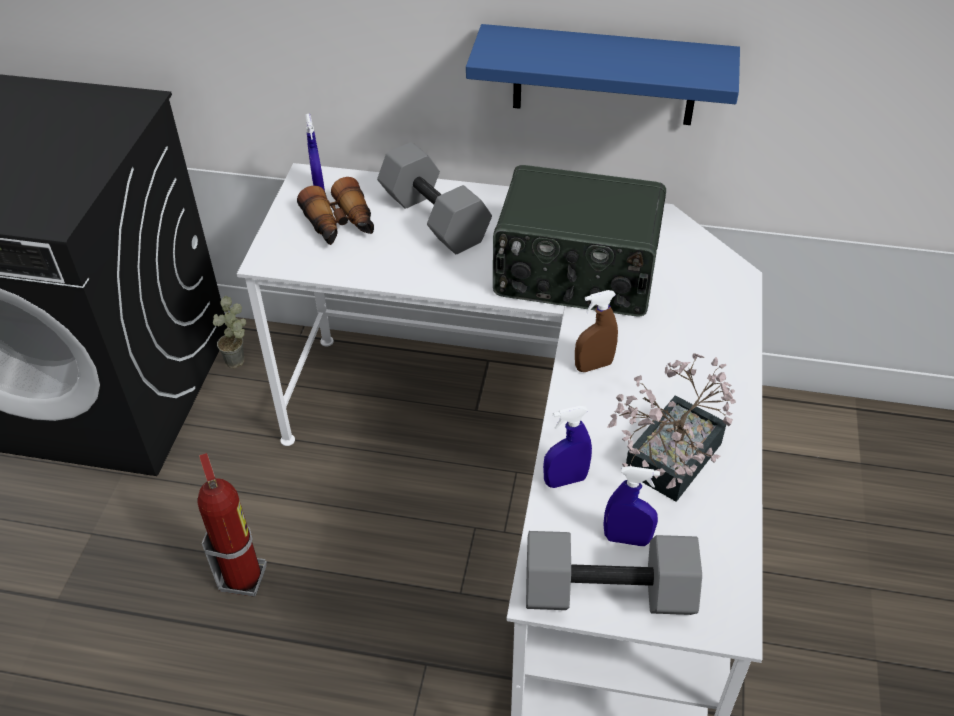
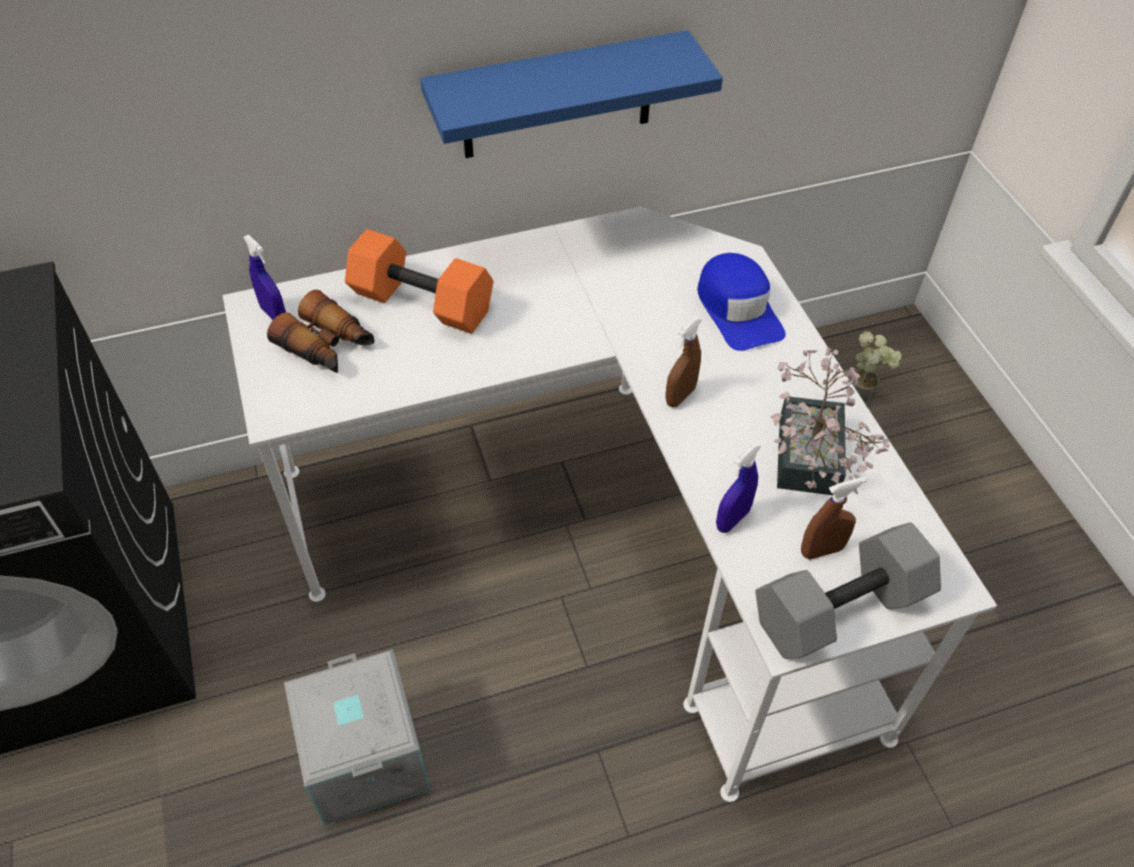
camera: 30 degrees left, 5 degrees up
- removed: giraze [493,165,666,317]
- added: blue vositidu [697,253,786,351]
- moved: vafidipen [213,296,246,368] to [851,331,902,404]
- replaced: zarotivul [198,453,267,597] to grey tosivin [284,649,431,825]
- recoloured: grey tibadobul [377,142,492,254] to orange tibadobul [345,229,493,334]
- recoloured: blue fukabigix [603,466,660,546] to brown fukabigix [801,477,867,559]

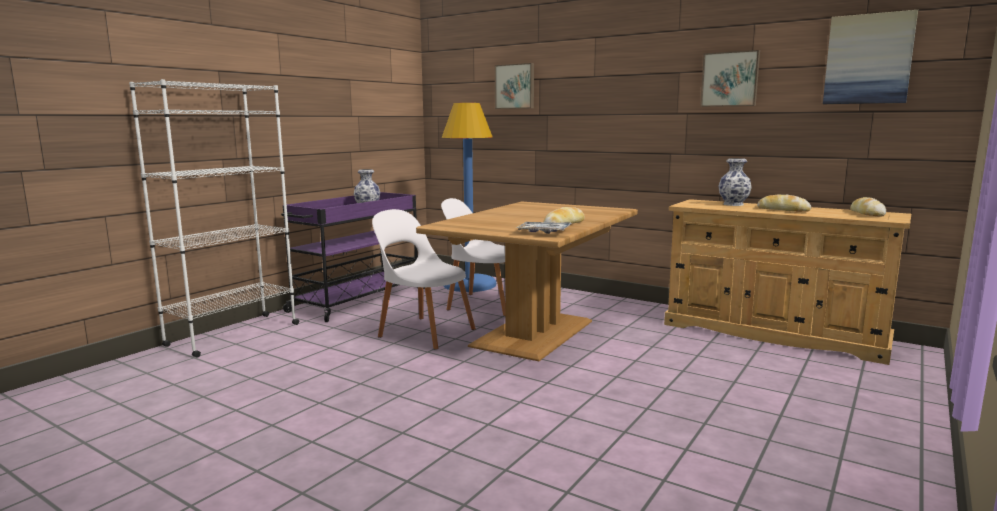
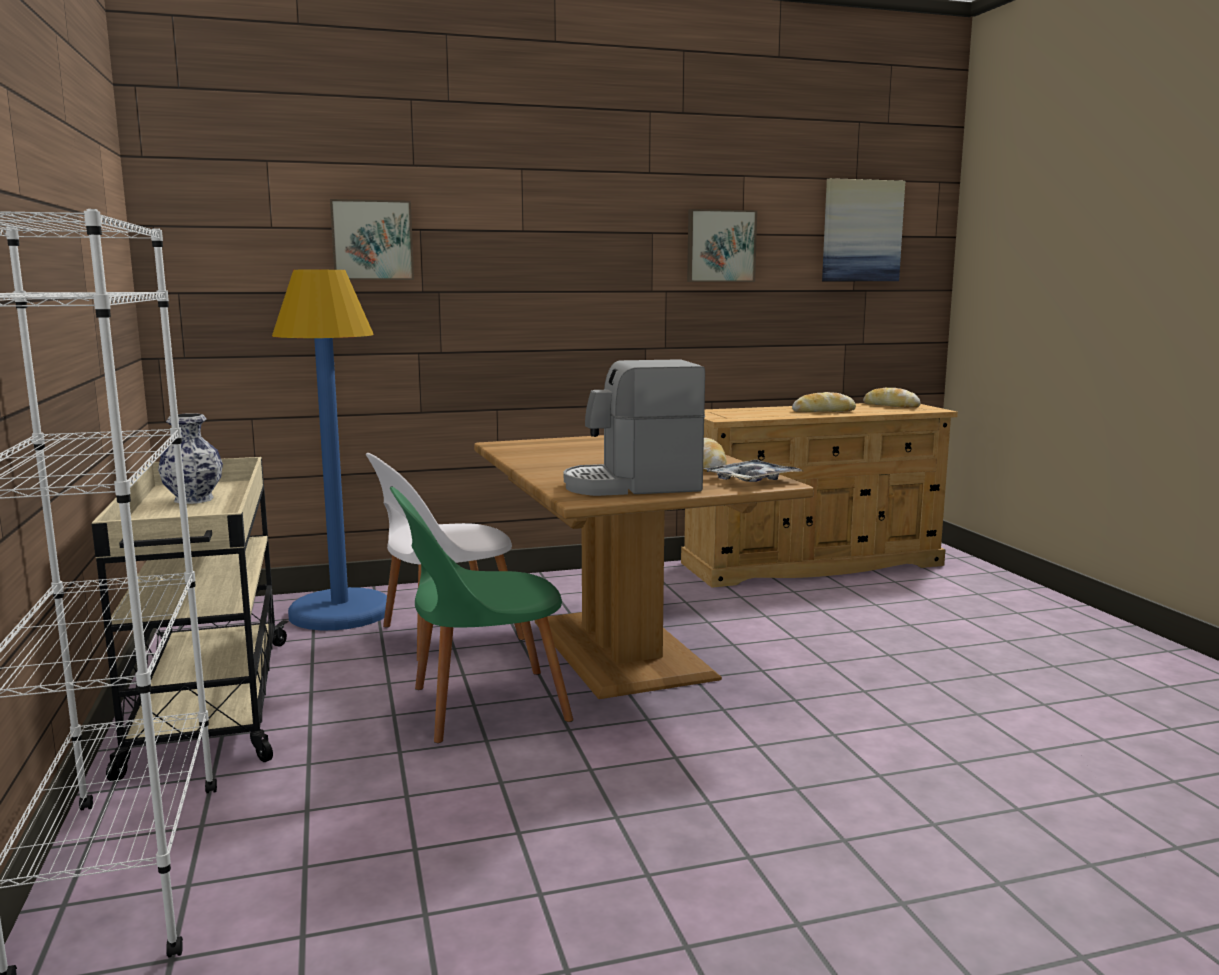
camera: 50 degrees left, 0 degrees up
- removed: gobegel [719,158,752,206]
- added: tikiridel [564,359,705,496]
- recoloured: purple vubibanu [281,192,425,322] to beige vubibanu [92,457,289,782]
- recoloured: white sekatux [372,209,476,350] to green sekatux [390,486,573,743]

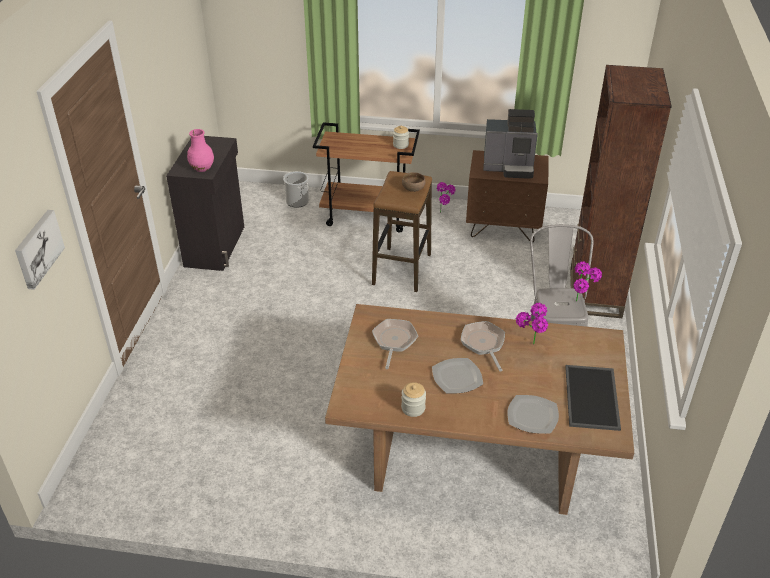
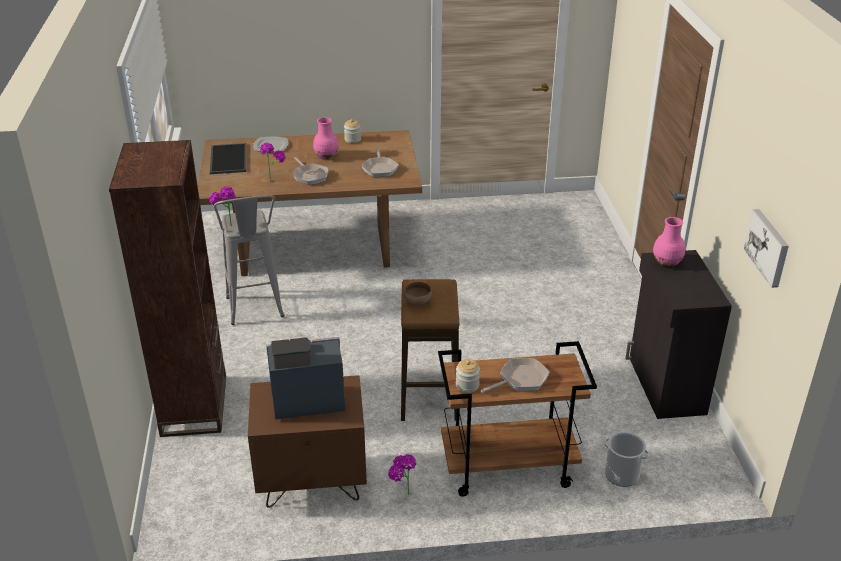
camera: 165 degrees right, 5 degrees down
- added: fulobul [481,358,550,392]
- moved: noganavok [15,210,65,290] to [744,209,789,288]
- replaced: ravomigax [432,358,483,394] to pink gobegel [313,117,339,160]

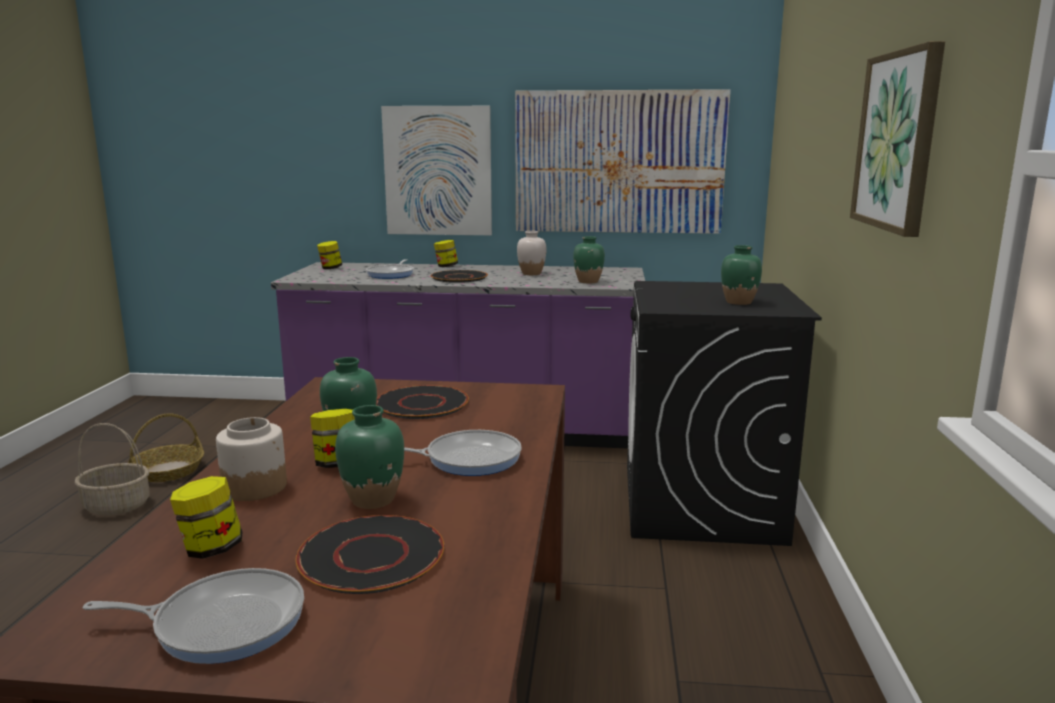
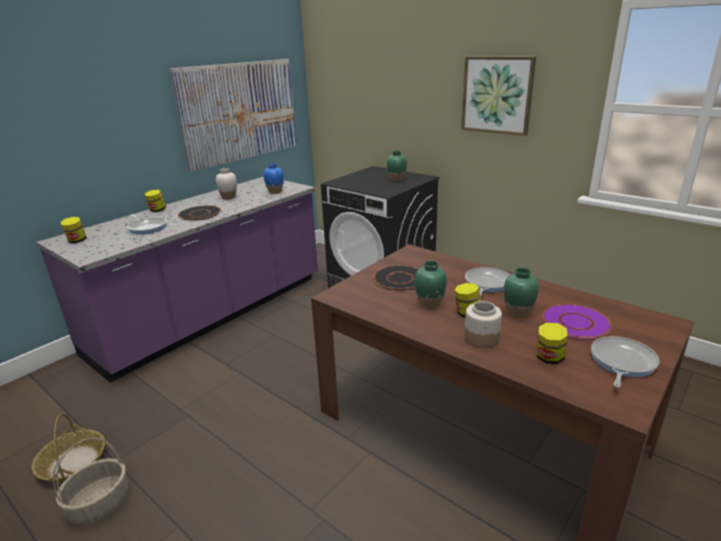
camera: 55 degrees left, 10 degrees up
- removed: noganavok [381,106,492,235]
- recoloured: black ravomigax [295,515,444,594] to purple ravomigax [542,304,612,339]
- recoloured: green gobegel [573,236,605,283] to blue gobegel [263,163,284,194]

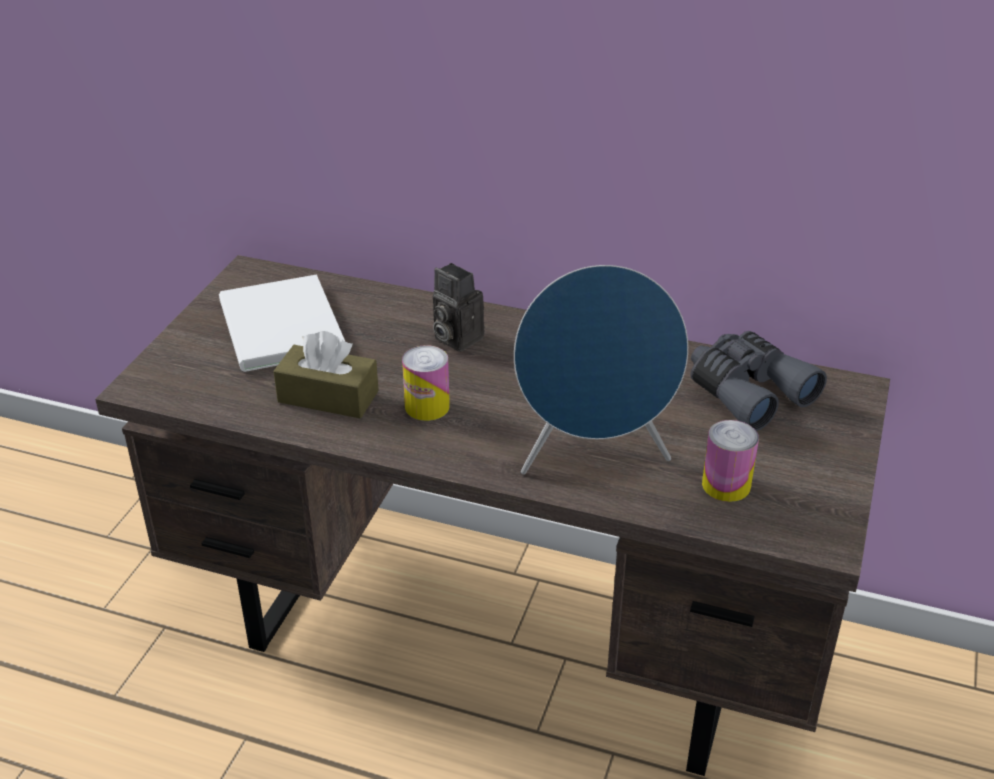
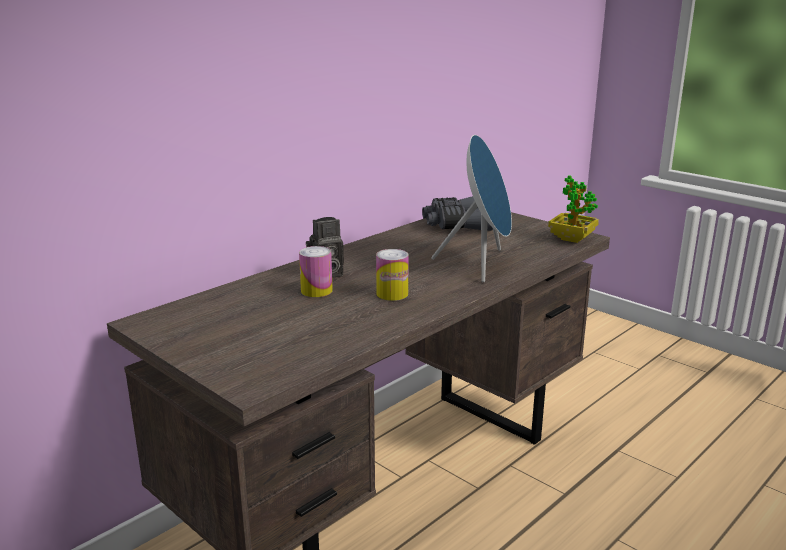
camera: 65 degrees left, 15 degrees down
- removed: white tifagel [219,274,345,372]
- removed: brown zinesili [273,331,379,419]
- added: vafidipen [548,175,599,243]
- moved: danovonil [702,420,759,502] to [299,246,333,297]

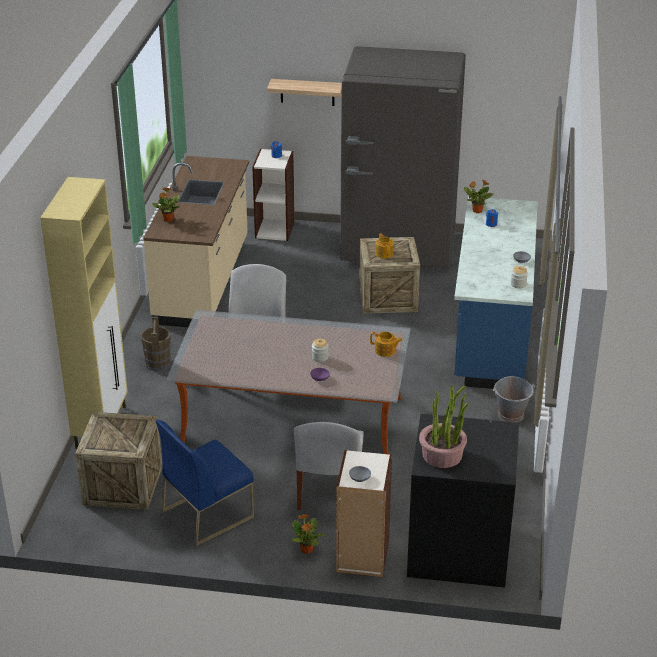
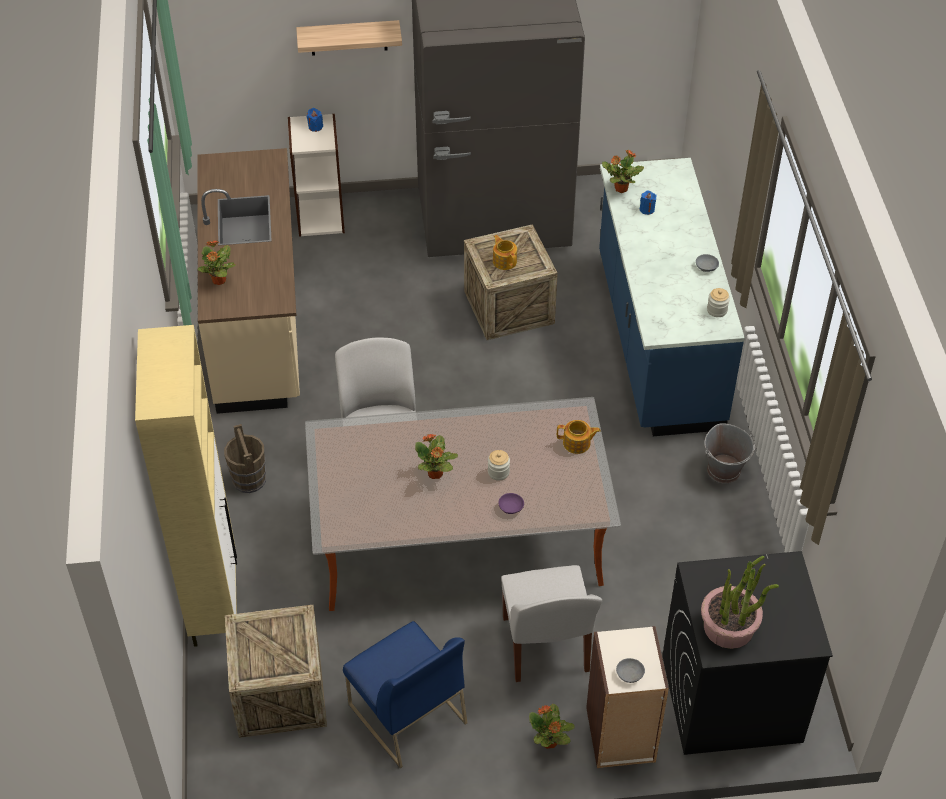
camera: 15 degrees left, 15 degrees up
- added: vafidipen [415,434,458,479]
- turned: blue sekatux [156,420,254,546] = [343,621,467,768] 75 degrees counterclockwise

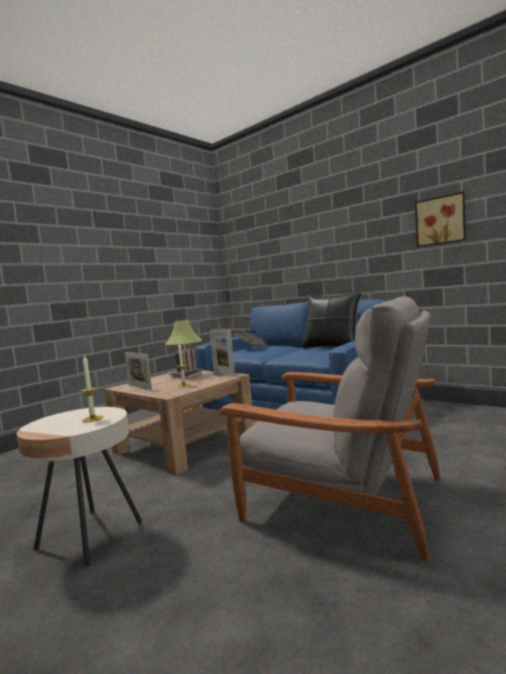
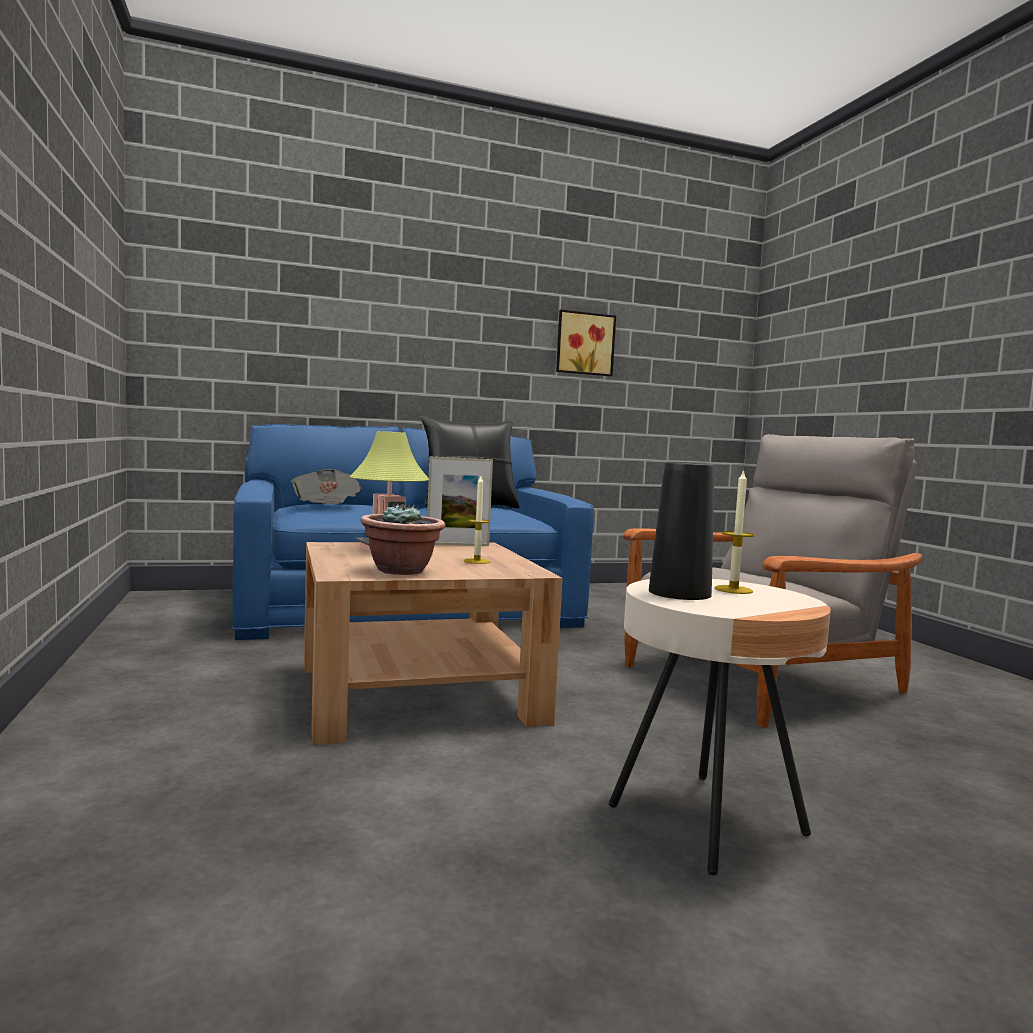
camera: 60 degrees left, 0 degrees up
- added: black gobegel [649,462,714,600]
- replaced: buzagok [125,352,152,391] to vafidipen [360,503,445,575]

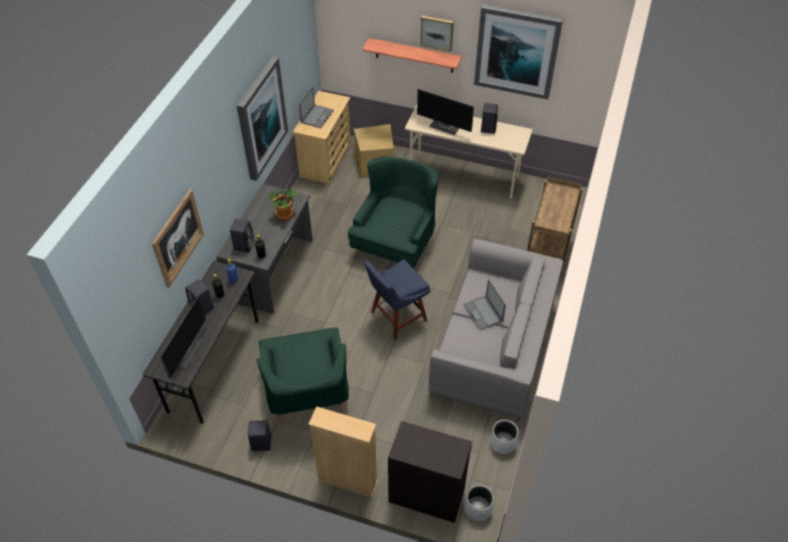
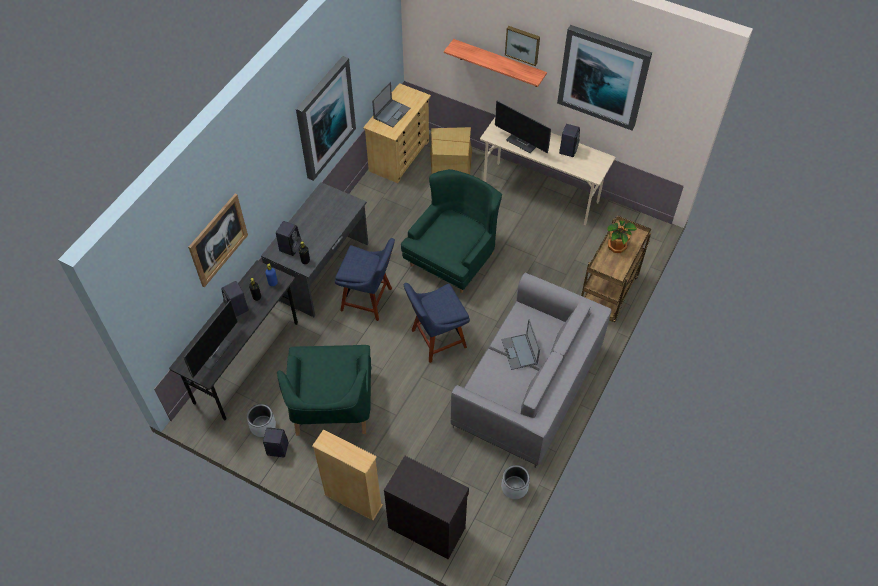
camera: 10 degrees right, 5 degrees up
- added: blue sekatux [335,238,395,321]
- moved: vafidipen [269,188,298,221] to [607,220,637,253]
- moved: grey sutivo [464,484,495,521] to [246,404,276,437]

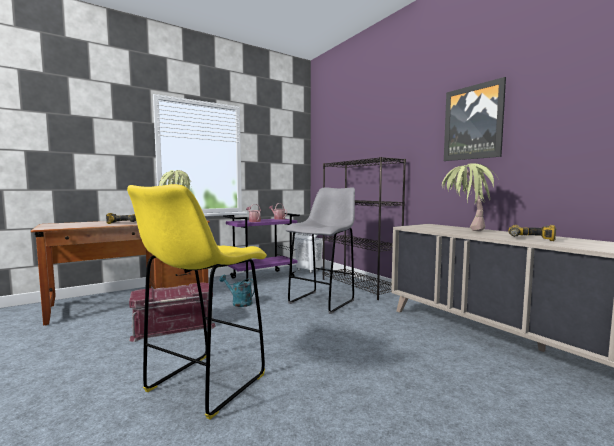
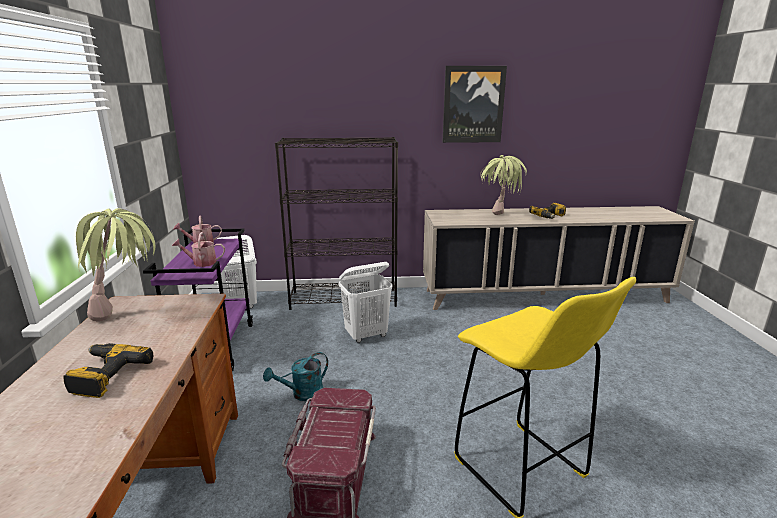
camera: 60 degrees left, 15 degrees up
- replaced: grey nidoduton [286,187,355,314] to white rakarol [339,262,392,343]

